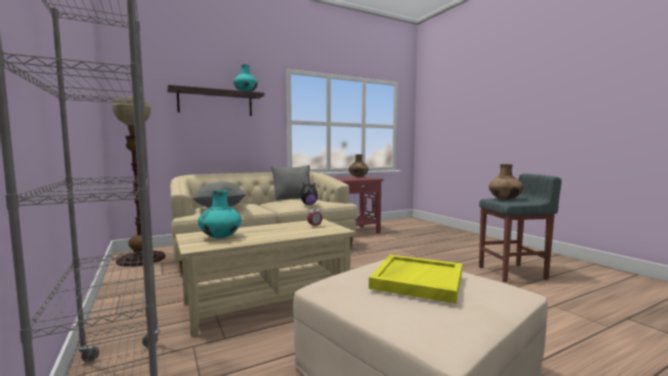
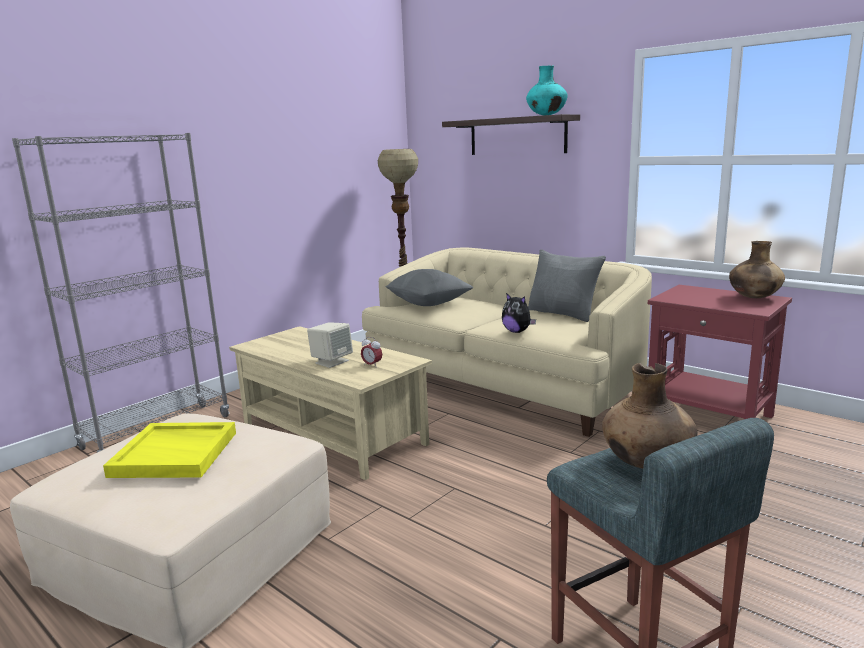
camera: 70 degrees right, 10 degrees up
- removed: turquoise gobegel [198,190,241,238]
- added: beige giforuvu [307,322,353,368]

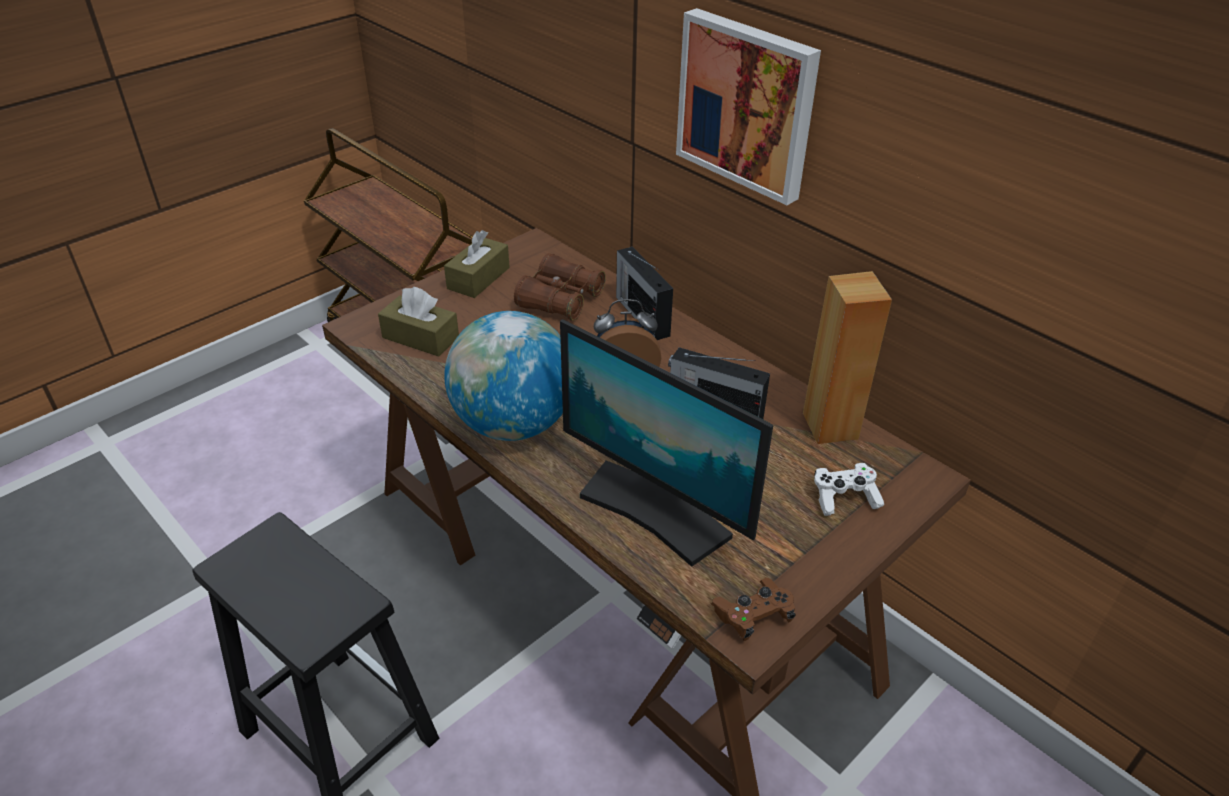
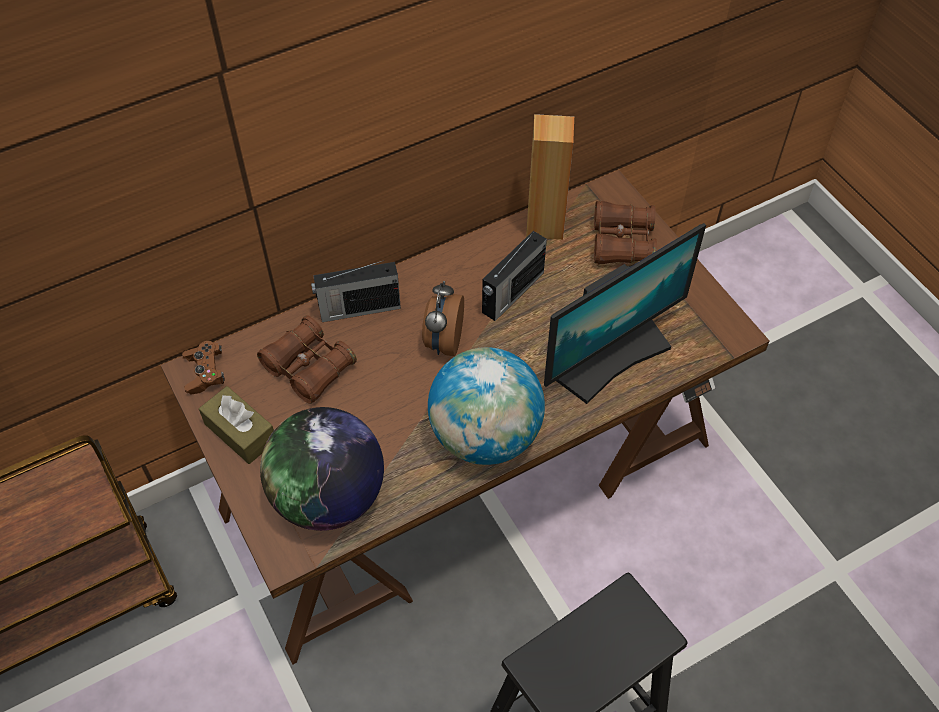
camera: 75 degrees left, 15 degrees up
- removed: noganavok [676,8,821,205]
- moved: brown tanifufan [711,578,796,641] to [182,341,225,394]
- replaced: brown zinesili [378,287,459,357] to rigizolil [260,407,384,531]
- replaced: white tanifufan [814,463,884,516] to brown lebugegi [594,201,657,264]

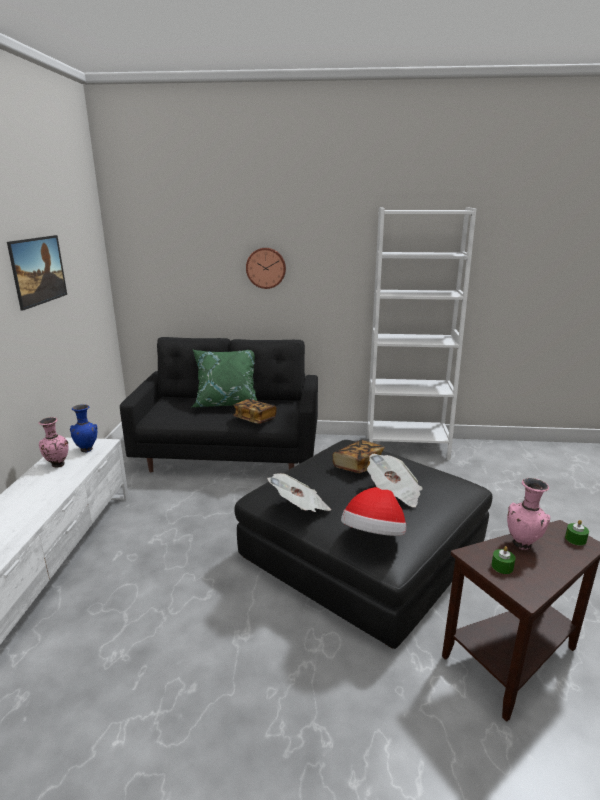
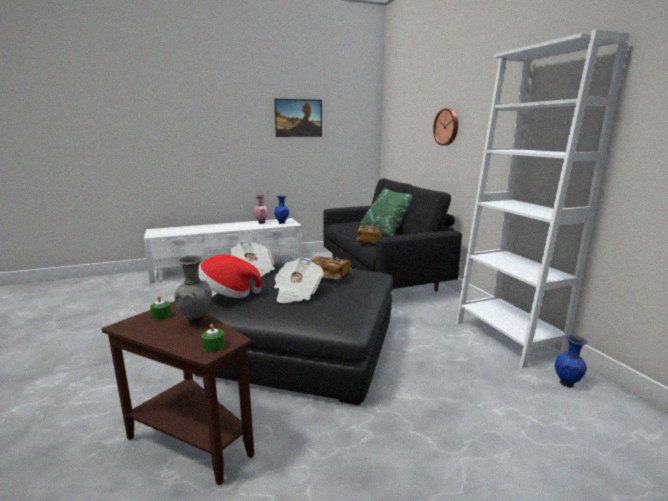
camera: 65 degrees right, 5 degrees down
- added: blue gobegel [555,335,587,388]
- recoloured: pink gobegel [507,478,550,550] to grey gobegel [174,255,212,325]

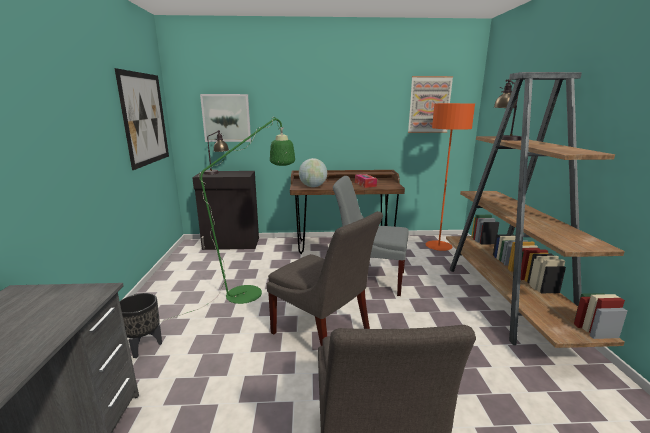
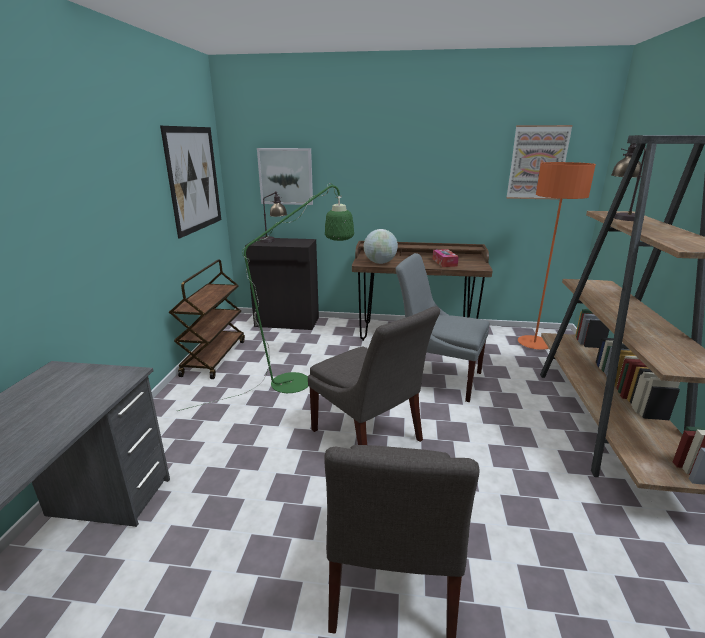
camera: 10 degrees right, 5 degrees up
- removed: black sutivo [120,293,162,358]
- added: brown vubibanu [169,260,245,379]

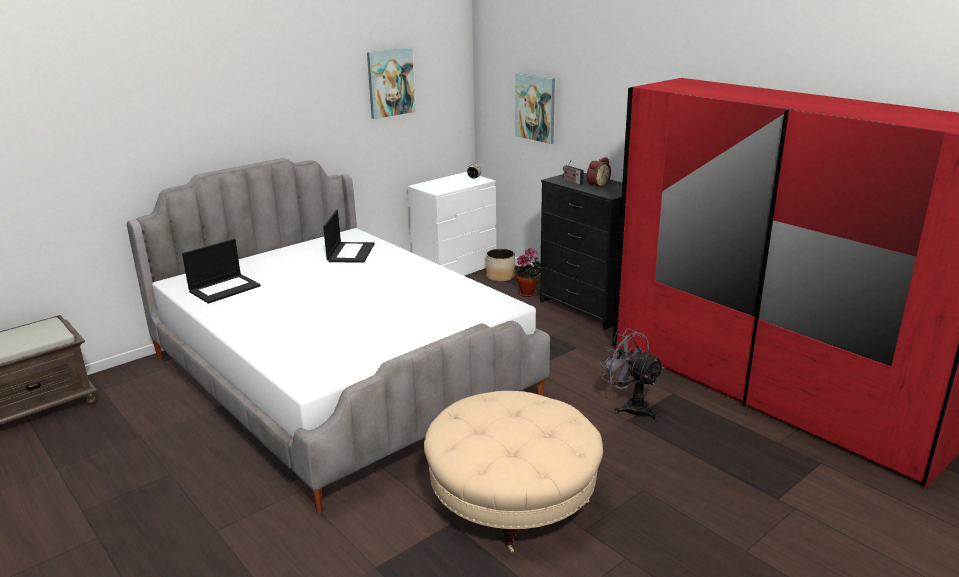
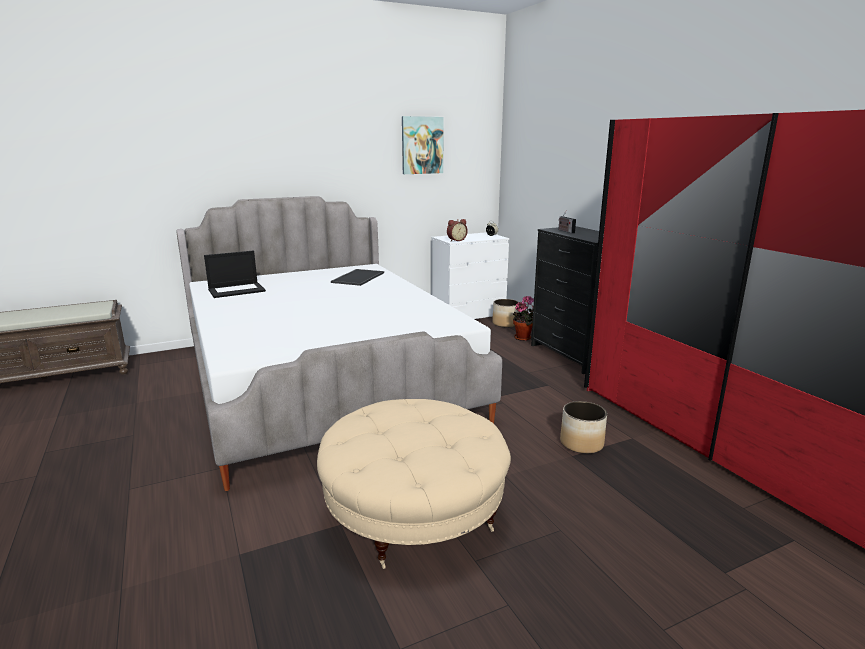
camera: 15 degrees right, 5 degrees down
- removed: noganavok [515,73,555,144]
- moved: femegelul [587,157,611,188] to [447,219,468,241]
- replaced: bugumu [323,210,375,263] to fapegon [331,269,384,286]
- replaced: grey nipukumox [600,328,665,420] to sutivo [560,401,607,454]

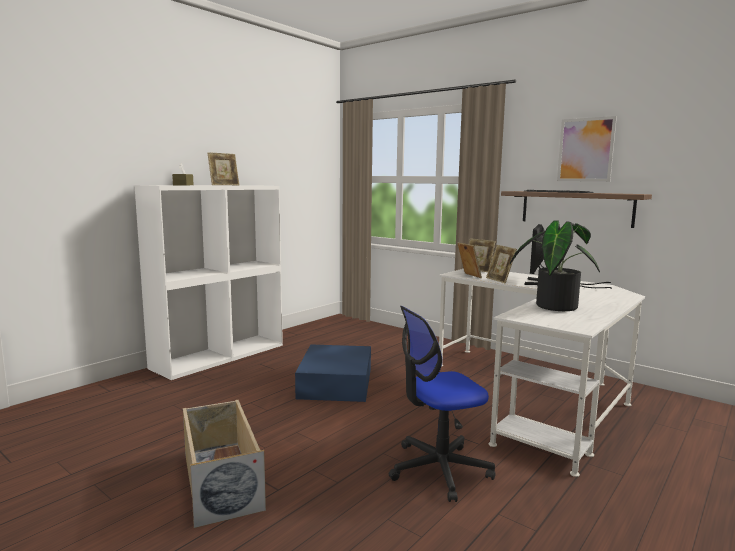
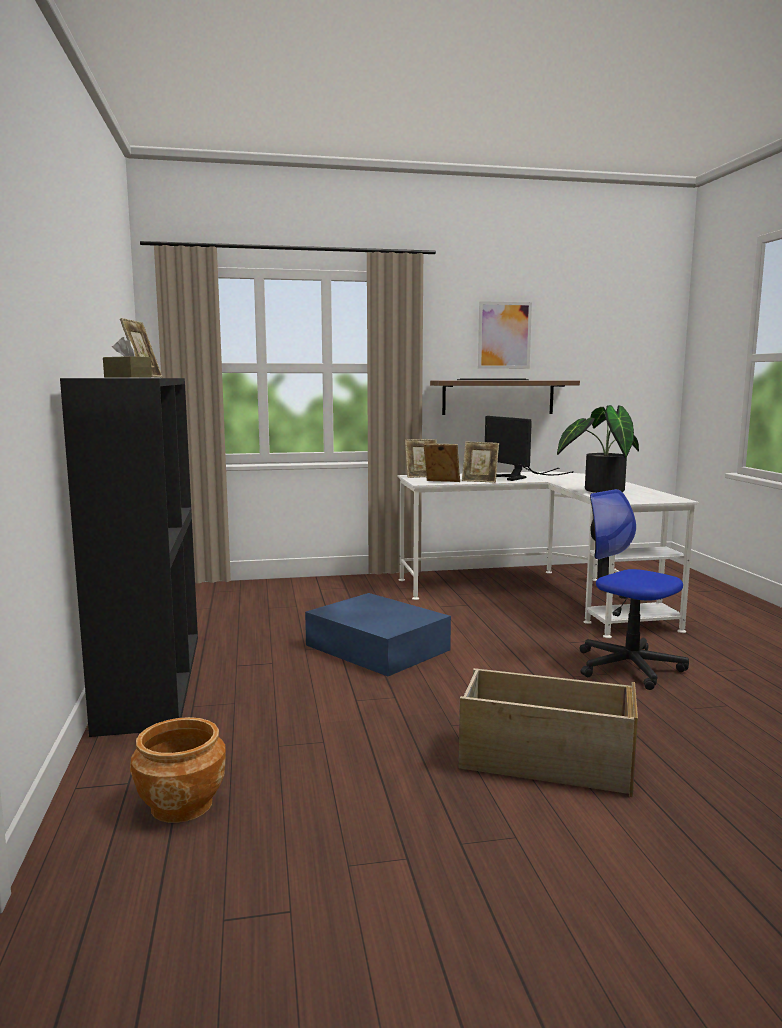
camera: 50 degrees left, 0 degrees up
- added: brown sutivo [130,717,226,823]
- recoloured: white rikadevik [134,185,283,380] to black rikadevik [60,378,198,737]
- turned: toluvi [389,306,495,502] = [580,489,689,690] 120 degrees clockwise

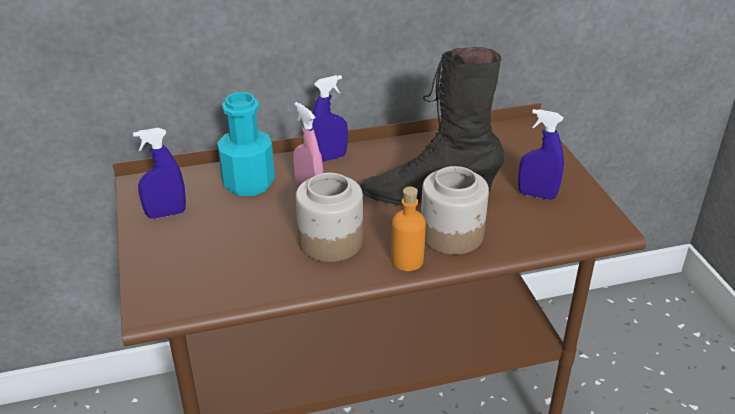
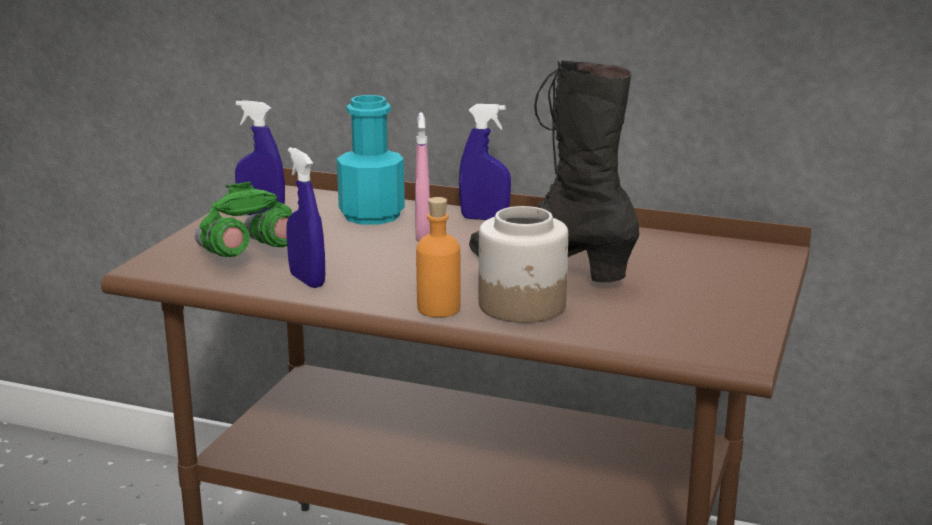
camera: 35 degrees right, 15 degrees down
- removed: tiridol [296,173,363,262]
- added: green lebugegi [195,182,292,257]
- moved: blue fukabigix [518,109,564,200] to [286,147,325,288]

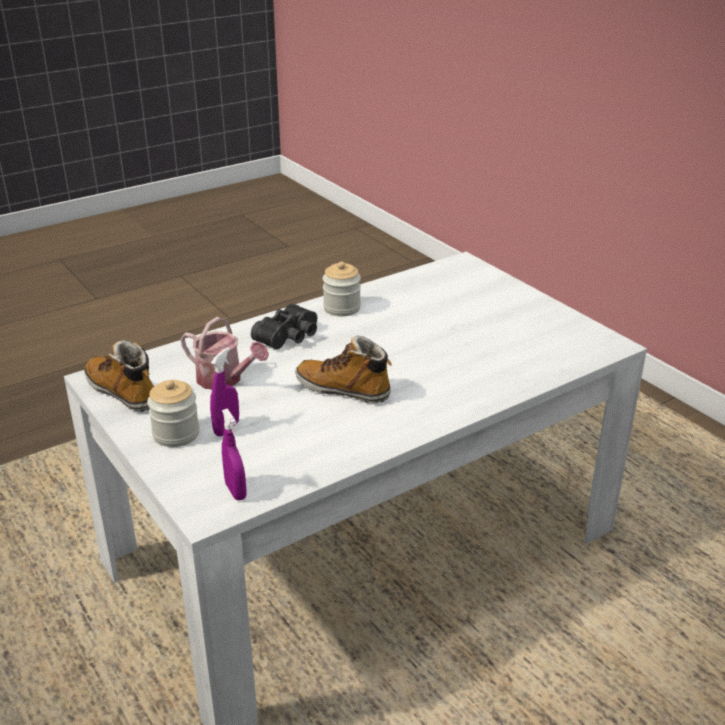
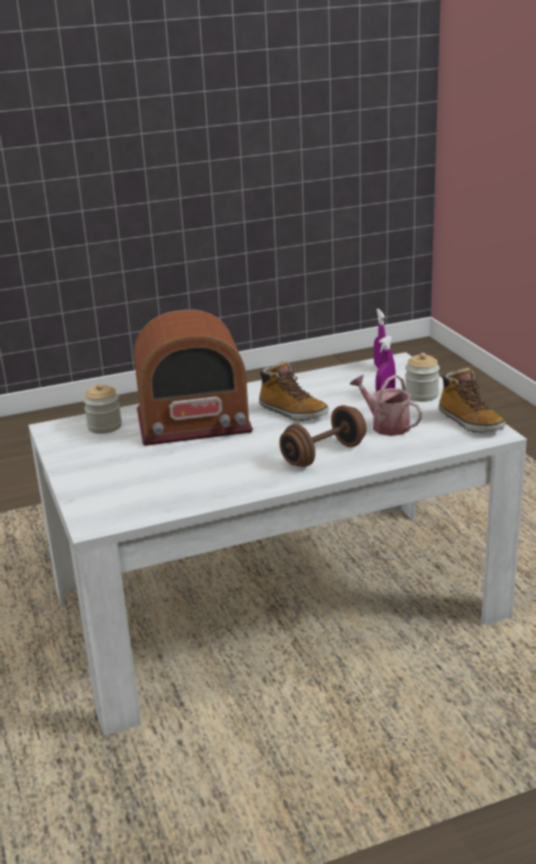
camera: 165 degrees left, 5 degrees down
- added: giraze [134,310,253,446]
- moved: tiridol [323,262,361,316] to [83,383,122,434]
- replaced: black lebugegi [251,303,317,350] to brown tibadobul [279,405,367,467]

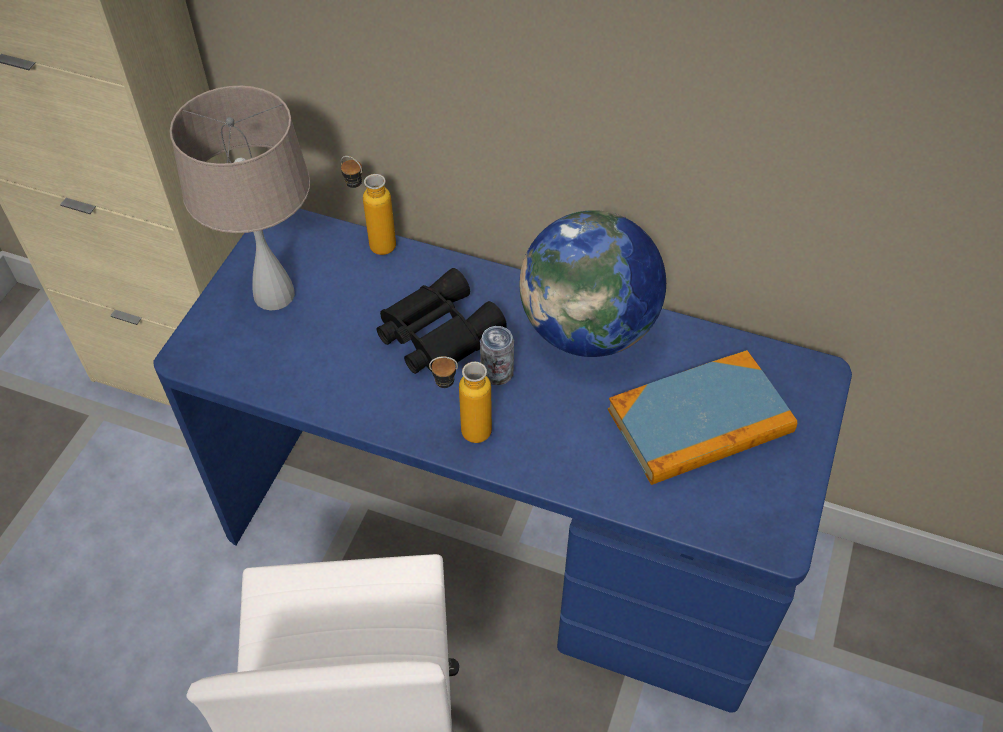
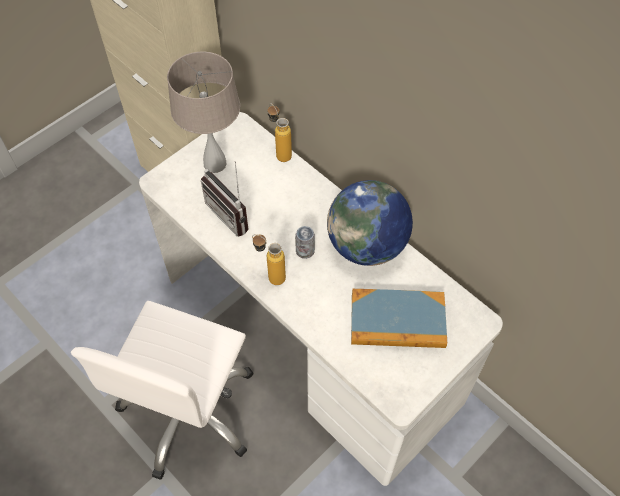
camera: 25 degrees right, 5 degrees up
- removed: black lebugegi [377,268,507,374]
- added: giraze [201,161,249,237]
- recoloured: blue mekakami [153,208,852,713] to white mekakami [139,112,503,486]

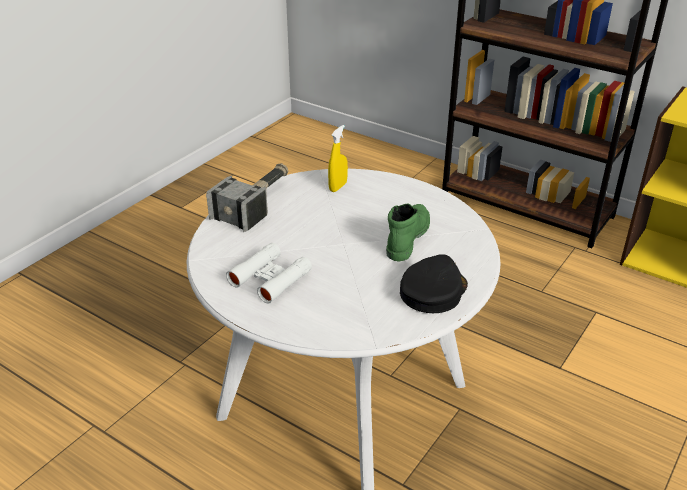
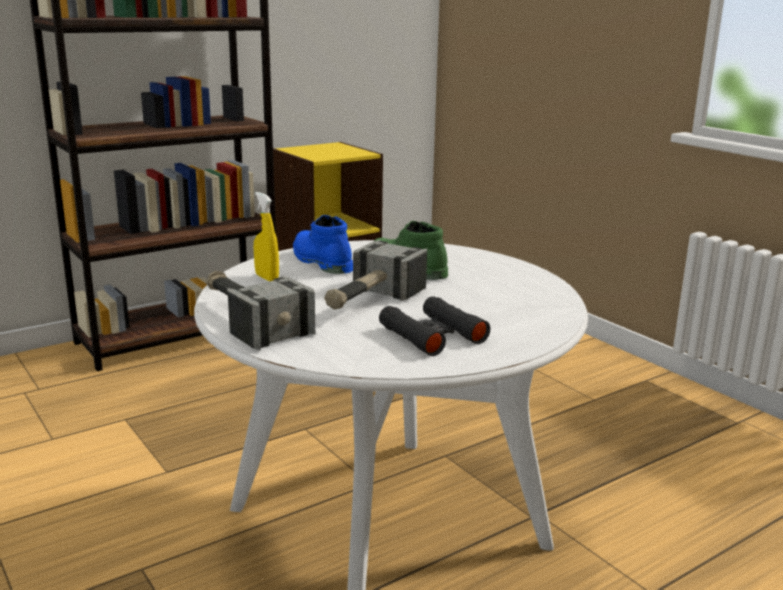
camera: 70 degrees left, 15 degrees down
- removed: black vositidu [400,254,468,313]
- added: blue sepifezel [293,215,353,274]
- added: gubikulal [324,240,427,310]
- recoloured: white lebugegi [226,243,312,304] to black lebugegi [379,296,490,356]

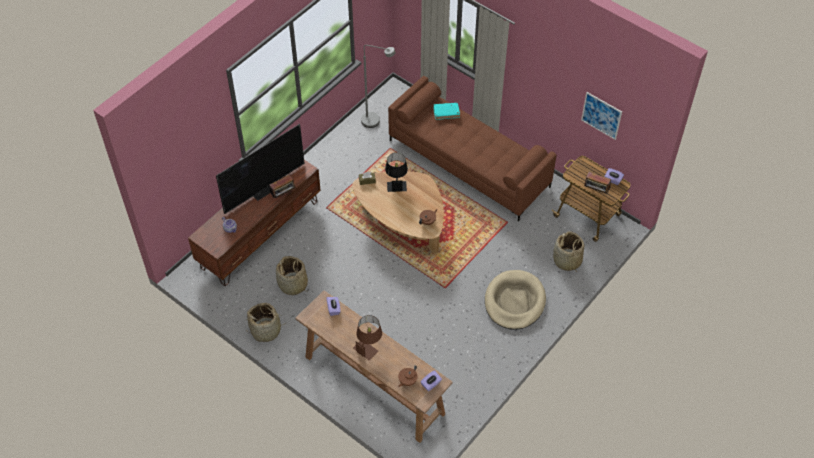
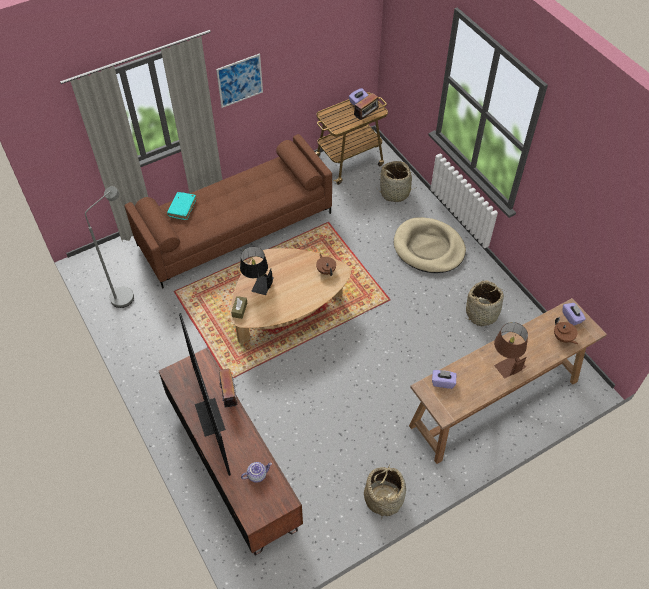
camera: 70 degrees left, 0 degrees up
- moved: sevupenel [276,256,308,295] to [466,280,506,326]
- moved: noganavok [581,92,622,140] to [216,53,263,108]

